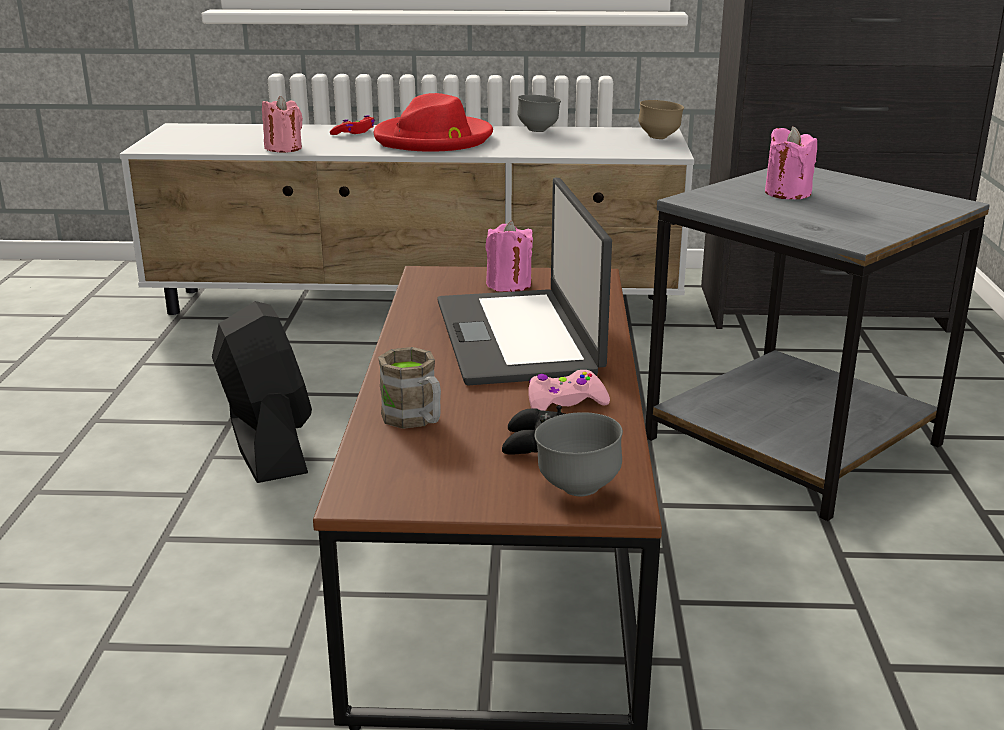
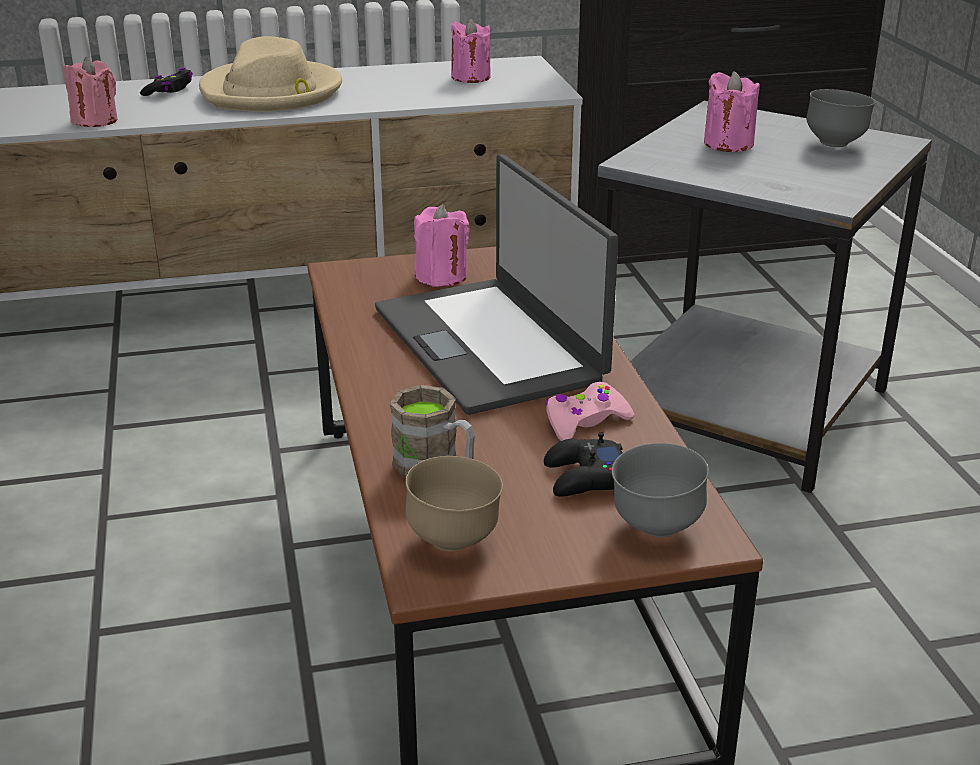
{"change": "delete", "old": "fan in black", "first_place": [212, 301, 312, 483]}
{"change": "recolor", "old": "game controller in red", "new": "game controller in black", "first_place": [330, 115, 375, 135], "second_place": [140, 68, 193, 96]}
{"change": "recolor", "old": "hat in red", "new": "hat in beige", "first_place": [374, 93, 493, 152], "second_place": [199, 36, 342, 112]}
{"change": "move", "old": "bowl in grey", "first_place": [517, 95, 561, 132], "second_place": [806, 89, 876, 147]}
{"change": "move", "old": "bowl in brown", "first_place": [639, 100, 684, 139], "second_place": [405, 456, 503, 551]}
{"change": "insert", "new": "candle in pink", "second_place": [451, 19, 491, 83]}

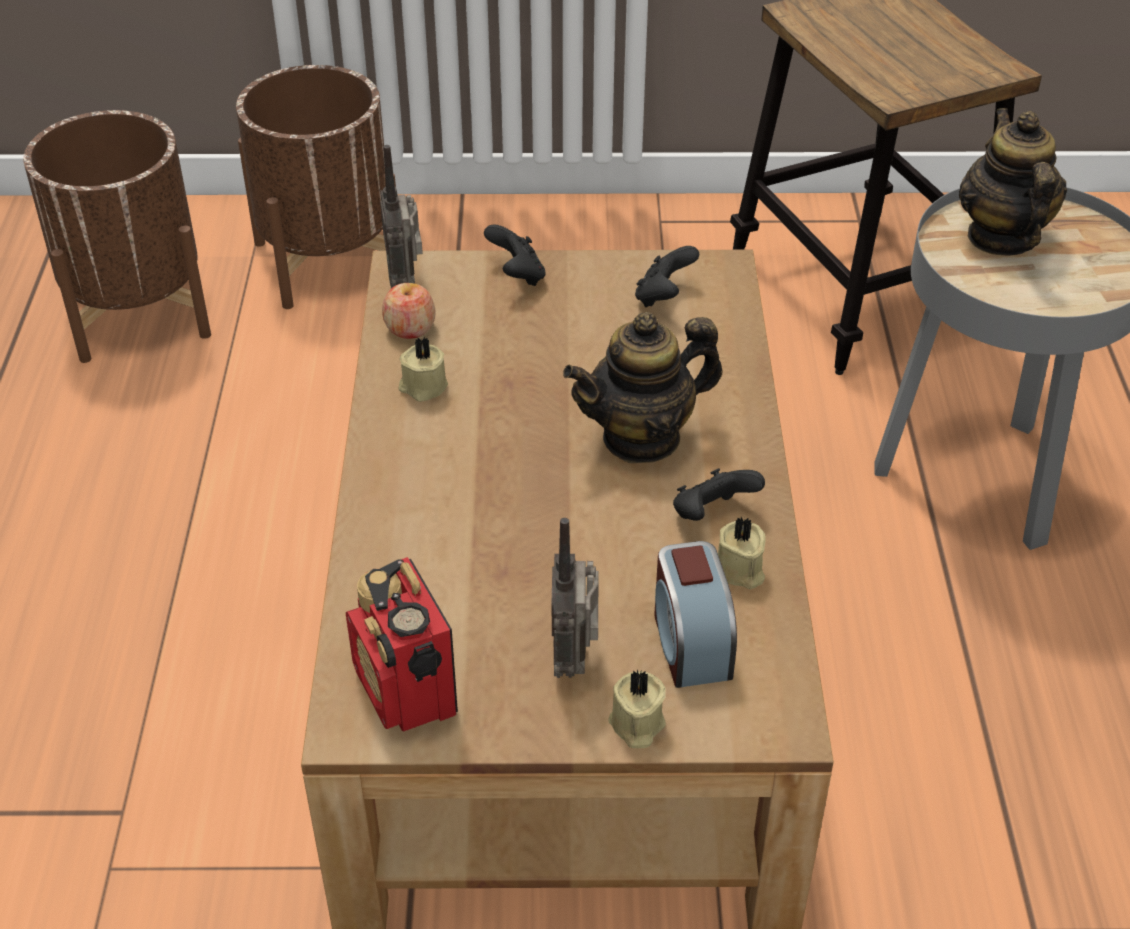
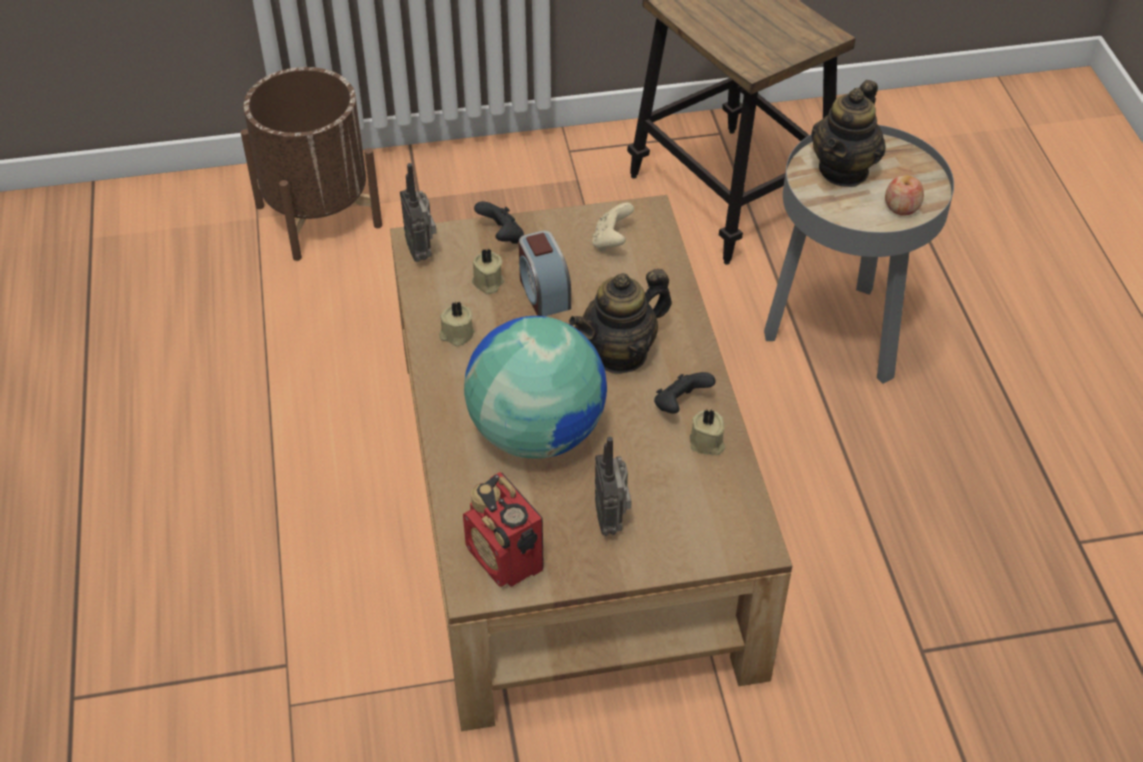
{"change": "delete", "old": "planter in brown", "first_place": [23, 110, 211, 363]}
{"change": "move", "old": "apple", "first_place": [382, 283, 436, 339], "second_place": [885, 175, 924, 216]}
{"change": "move", "old": "candle in beige", "first_place": [608, 669, 666, 748], "second_place": [472, 249, 504, 294]}
{"change": "recolor", "old": "game controller in black", "new": "game controller in beige", "first_place": [635, 246, 699, 307], "second_place": [592, 203, 634, 251]}
{"change": "move", "old": "alarm clock", "first_place": [654, 541, 737, 688], "second_place": [519, 230, 571, 316]}
{"change": "rotate", "old": "teapot", "first_place": [959, 108, 1067, 256], "second_place": [811, 80, 886, 187], "degrees": -135}
{"change": "insert", "new": "globe", "second_place": [464, 316, 607, 459]}

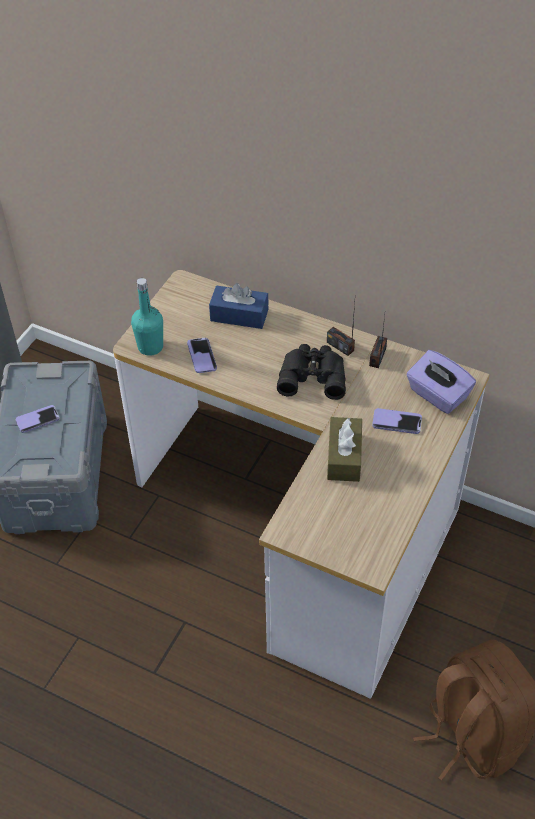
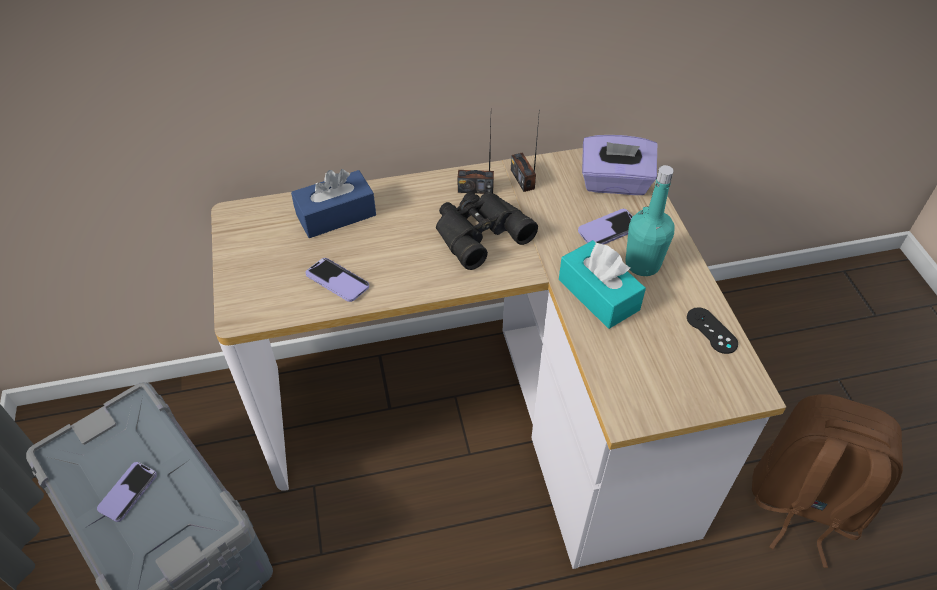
{"change": "move", "old": "bottle in turquoise", "first_place": [131, 278, 163, 356], "second_place": [625, 165, 675, 276]}
{"change": "recolor", "old": "tissue box in brown", "new": "tissue box in turquoise", "first_place": [327, 417, 362, 482], "second_place": [559, 240, 646, 329]}
{"change": "insert", "new": "game controller in black", "second_place": [687, 307, 738, 354]}

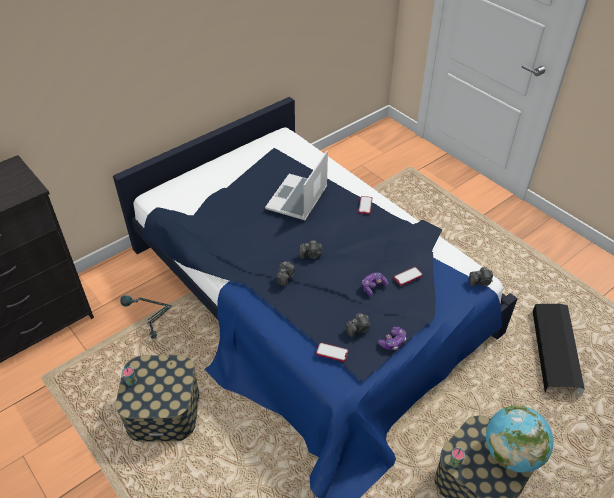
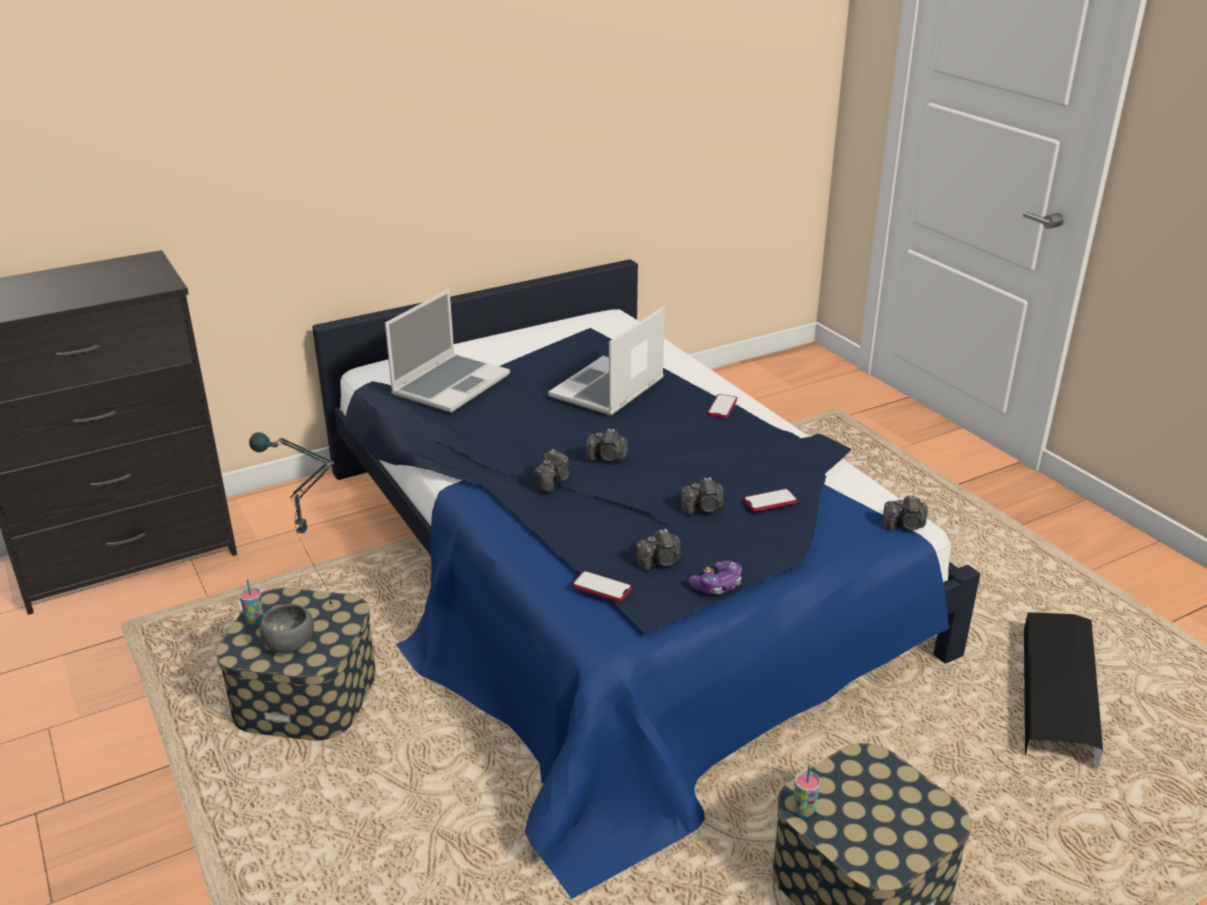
{"change": "replace", "old": "game controller", "new": "photo camera", "first_place": [362, 272, 388, 296], "second_place": [681, 477, 724, 515]}
{"change": "delete", "old": "globe", "first_place": [486, 405, 554, 473]}
{"change": "insert", "new": "bowl in grey", "second_place": [260, 604, 314, 653]}
{"change": "insert", "new": "laptop", "second_place": [385, 289, 510, 413]}

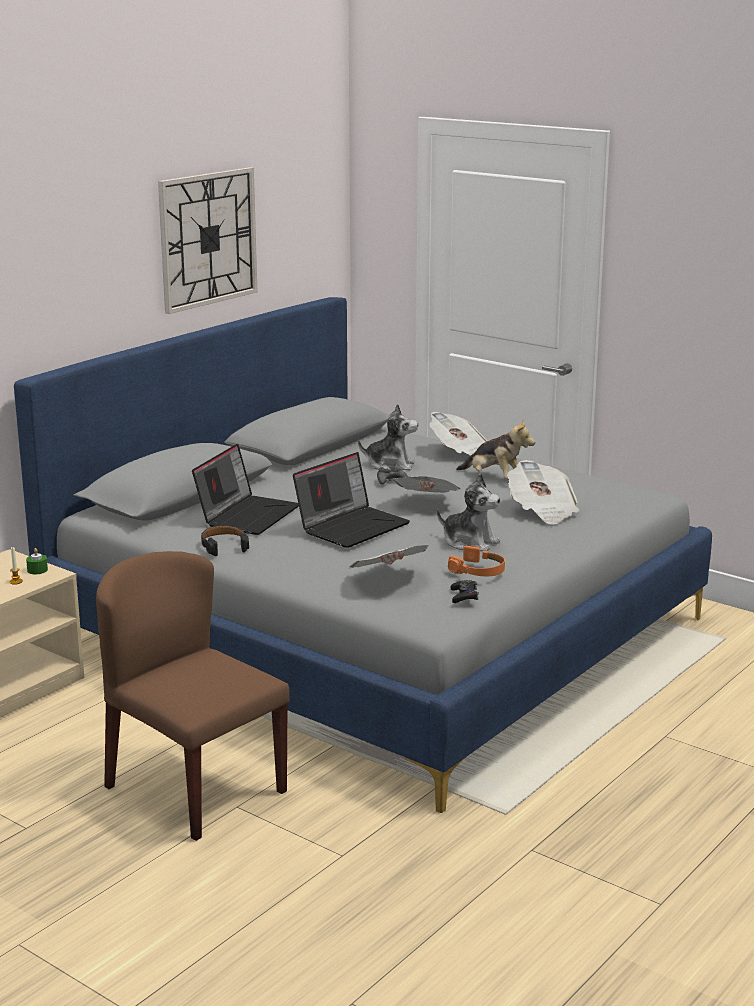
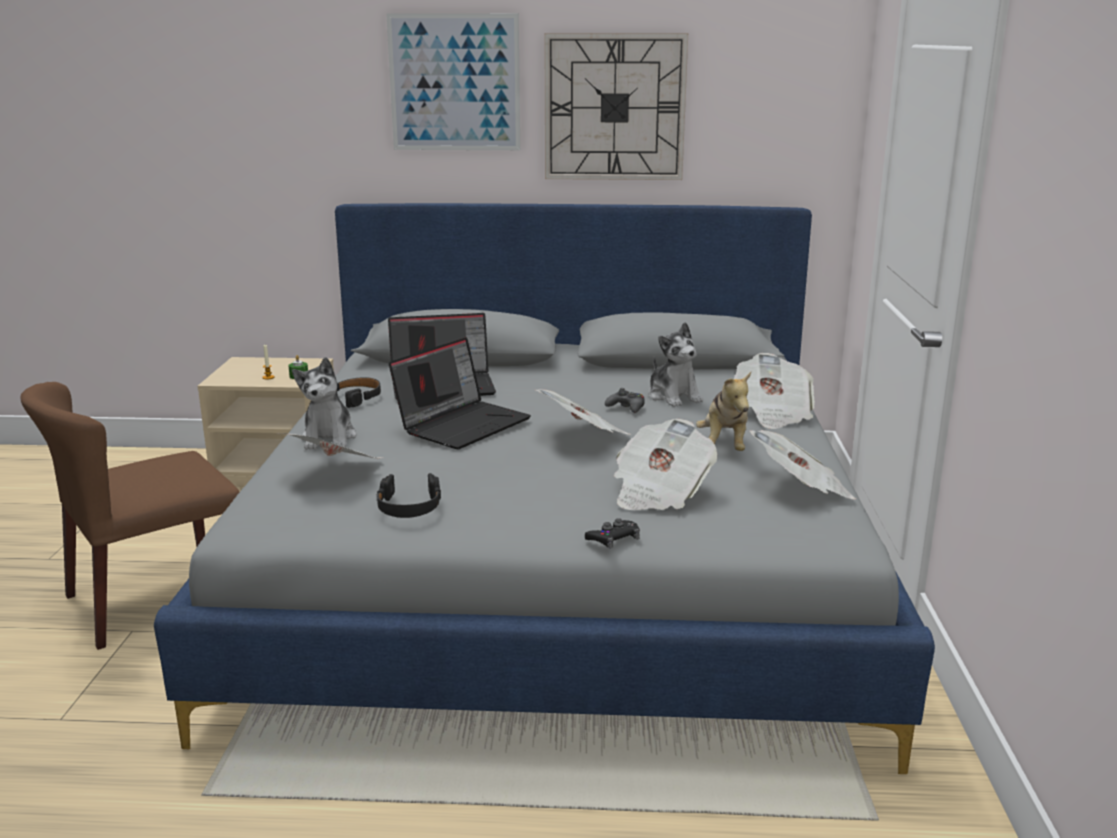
{"change": "rotate", "old": "chair in brown", "first_place": [96, 551, 290, 841], "second_place": [21, 382, 239, 650], "degrees": -135}
{"change": "rotate", "old": "laptop", "first_place": [293, 452, 410, 548], "second_place": [389, 337, 531, 449], "degrees": -60}
{"change": "move", "old": "plush toy", "first_place": [437, 473, 500, 551], "second_place": [292, 357, 357, 450]}
{"change": "recolor", "old": "headphones in orange", "new": "headphones in black", "first_place": [448, 545, 505, 576], "second_place": [376, 473, 441, 518]}
{"change": "move", "old": "game controller in black", "first_place": [451, 580, 479, 603], "second_place": [585, 518, 640, 549]}
{"change": "insert", "new": "picture", "second_place": [386, 13, 520, 150]}
{"change": "insert", "new": "newspaper", "second_place": [750, 430, 856, 500]}

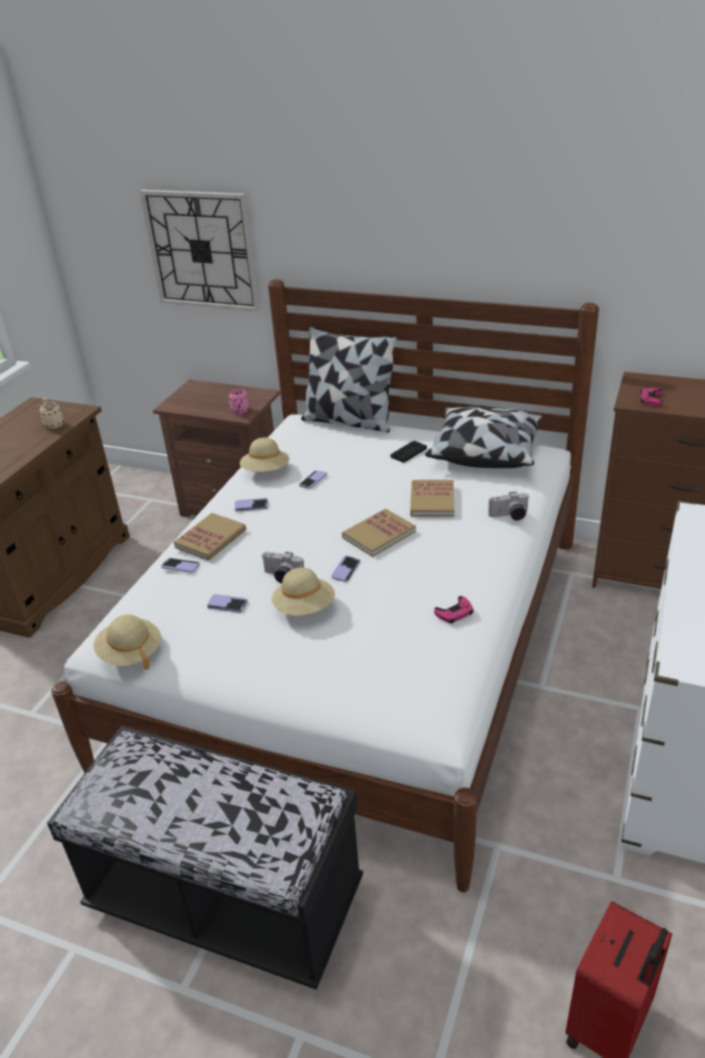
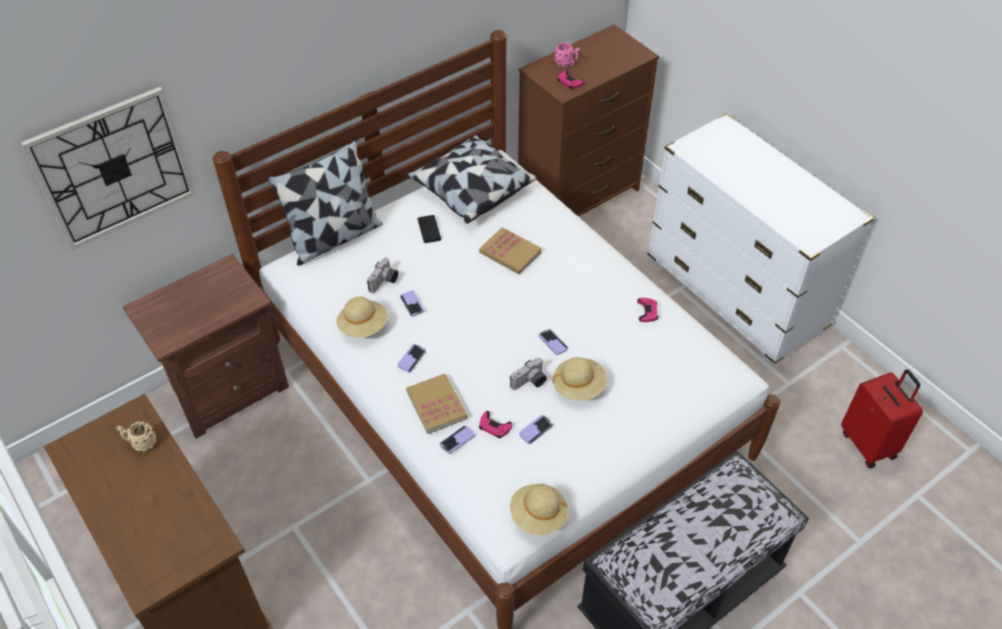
{"change": "move", "old": "mug in pink", "first_place": [228, 389, 249, 415], "second_place": [555, 42, 580, 67]}
{"change": "delete", "old": "book", "first_place": [342, 508, 416, 557]}
{"change": "move", "old": "photo camera", "first_place": [488, 492, 530, 521], "second_place": [367, 258, 398, 293]}
{"change": "insert", "new": "game controller in pink", "second_place": [479, 411, 512, 438]}

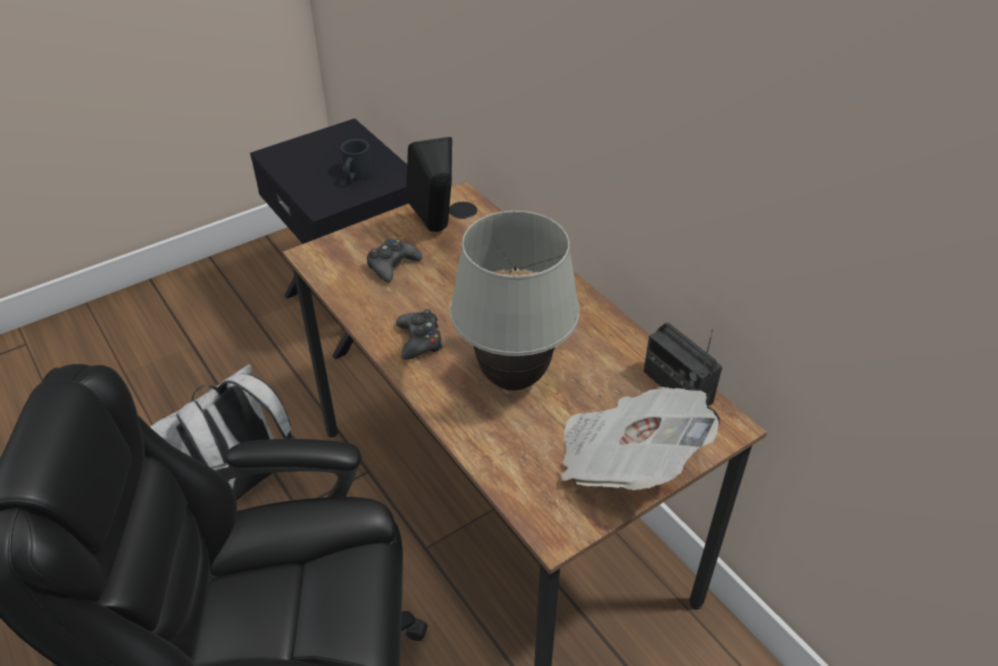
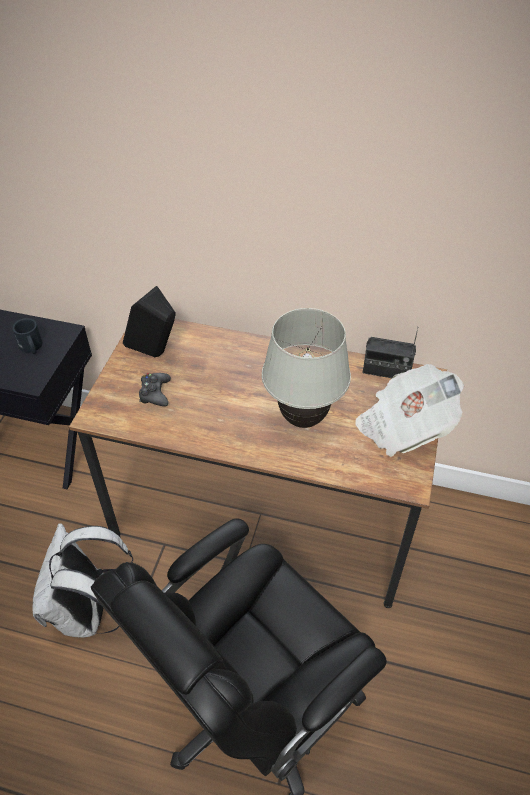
{"change": "delete", "old": "game controller in black", "first_place": [396, 309, 443, 360]}

